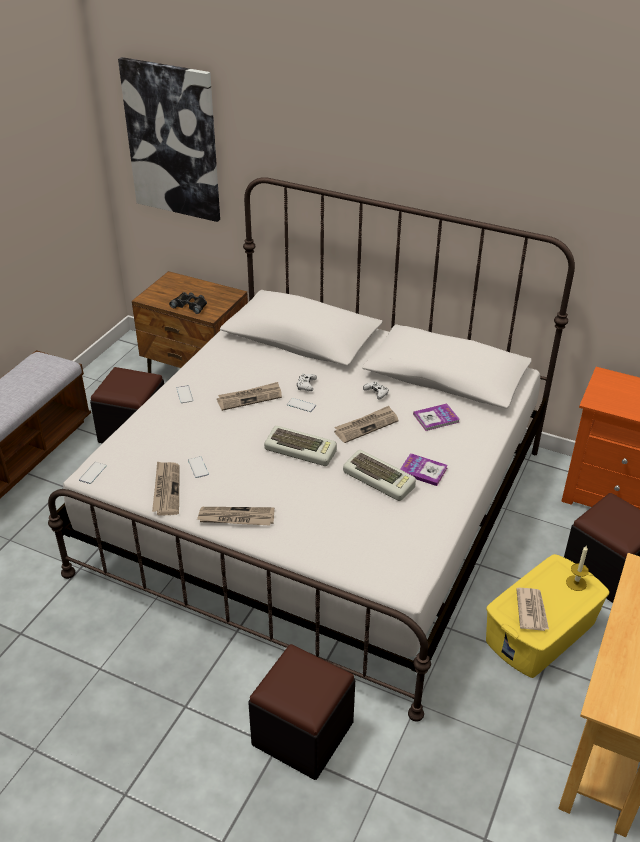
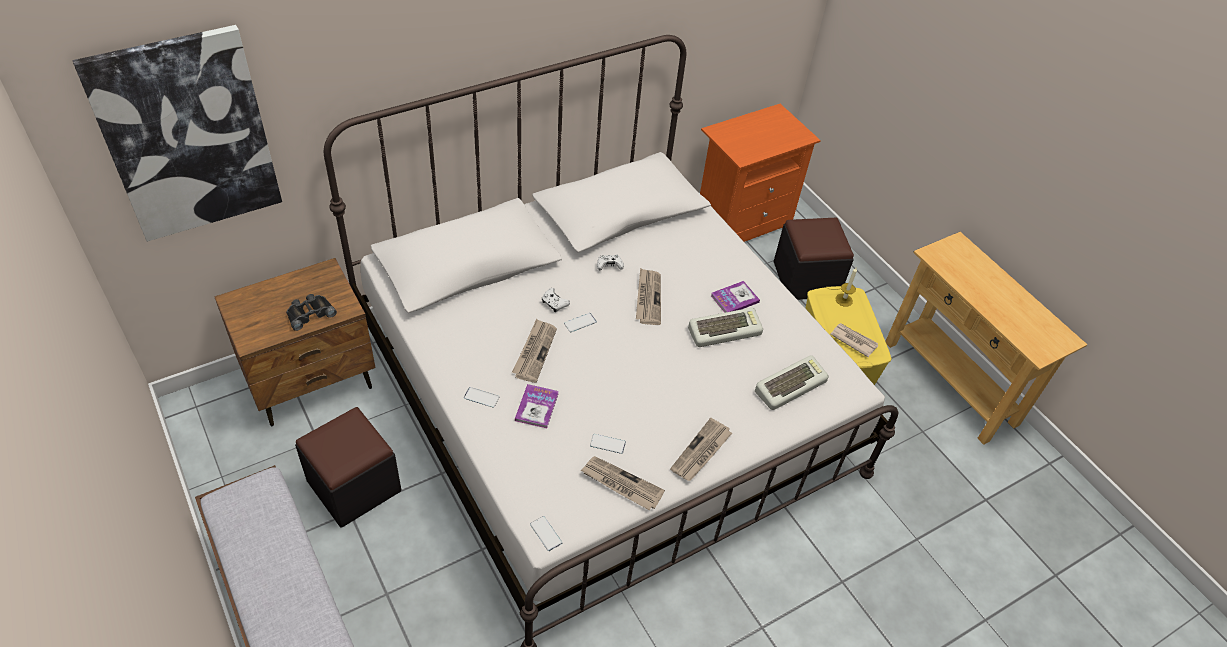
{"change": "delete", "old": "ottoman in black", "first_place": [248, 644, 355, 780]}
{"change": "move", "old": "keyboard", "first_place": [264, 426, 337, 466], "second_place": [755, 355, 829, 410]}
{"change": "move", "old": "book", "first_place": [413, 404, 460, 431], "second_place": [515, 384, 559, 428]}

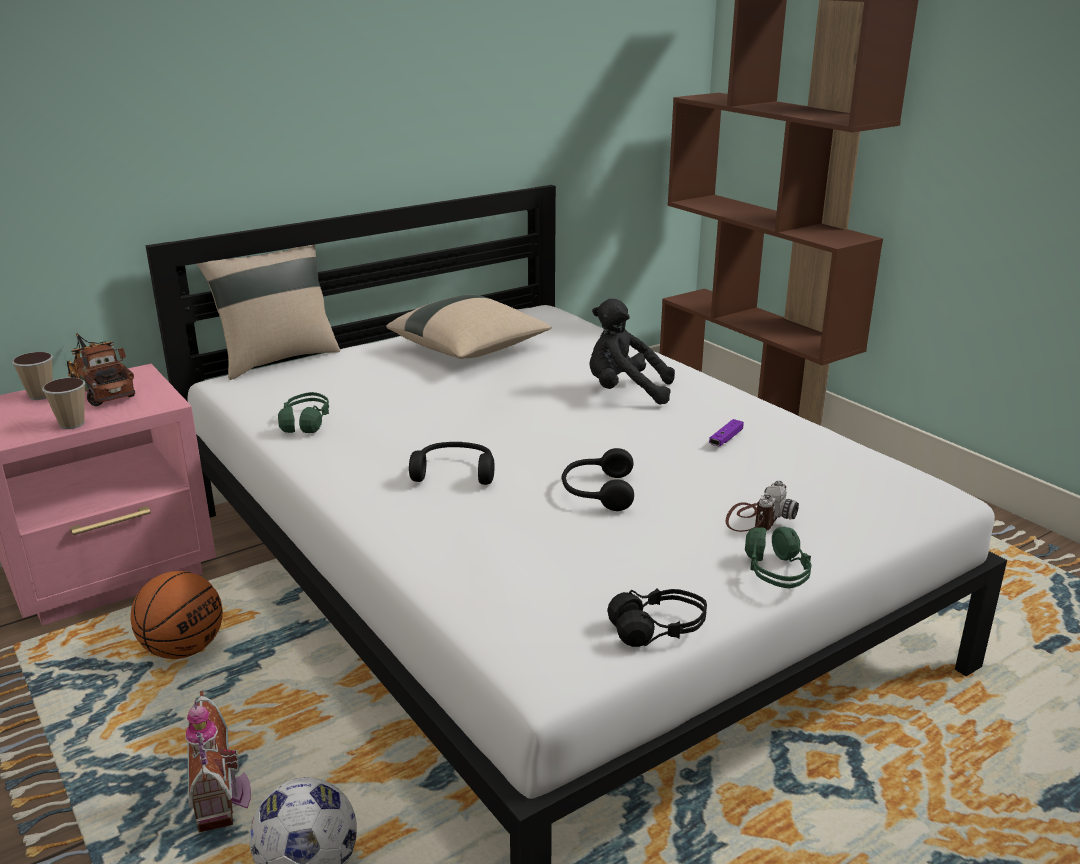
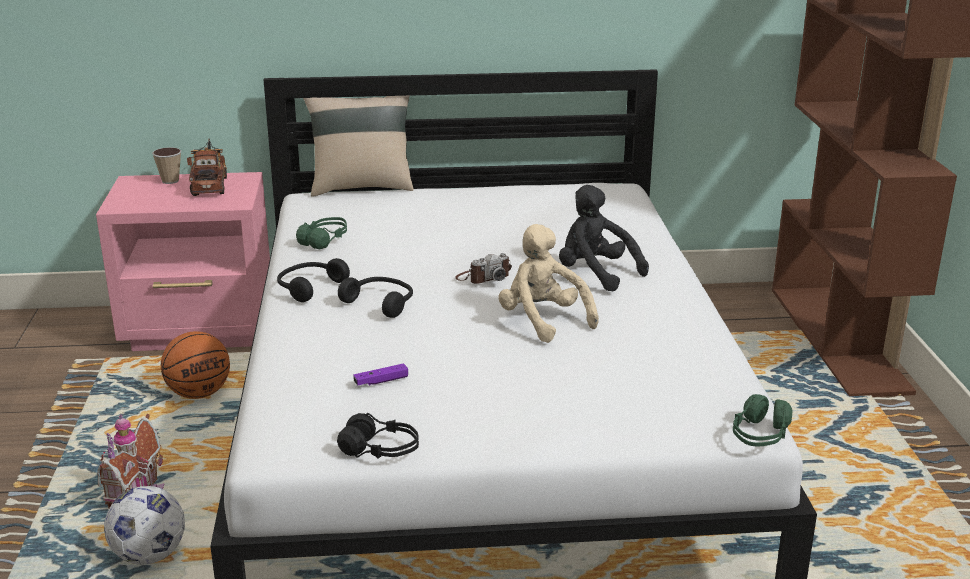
{"change": "delete", "old": "cup", "first_place": [42, 378, 85, 429]}
{"change": "delete", "old": "pillow in beige", "first_place": [386, 295, 551, 359]}
{"change": "move", "old": "headphones in black", "first_place": [562, 448, 634, 511], "second_place": [277, 258, 350, 302]}
{"change": "move", "old": "game controller in purple", "first_place": [709, 419, 744, 446], "second_place": [353, 363, 408, 386]}
{"change": "move", "old": "photo camera", "first_place": [725, 480, 799, 532], "second_place": [455, 253, 512, 284]}
{"change": "move", "old": "headphones in green", "first_place": [745, 527, 812, 588], "second_place": [733, 394, 792, 446]}
{"change": "insert", "new": "plush toy in beige", "second_place": [498, 224, 599, 343]}

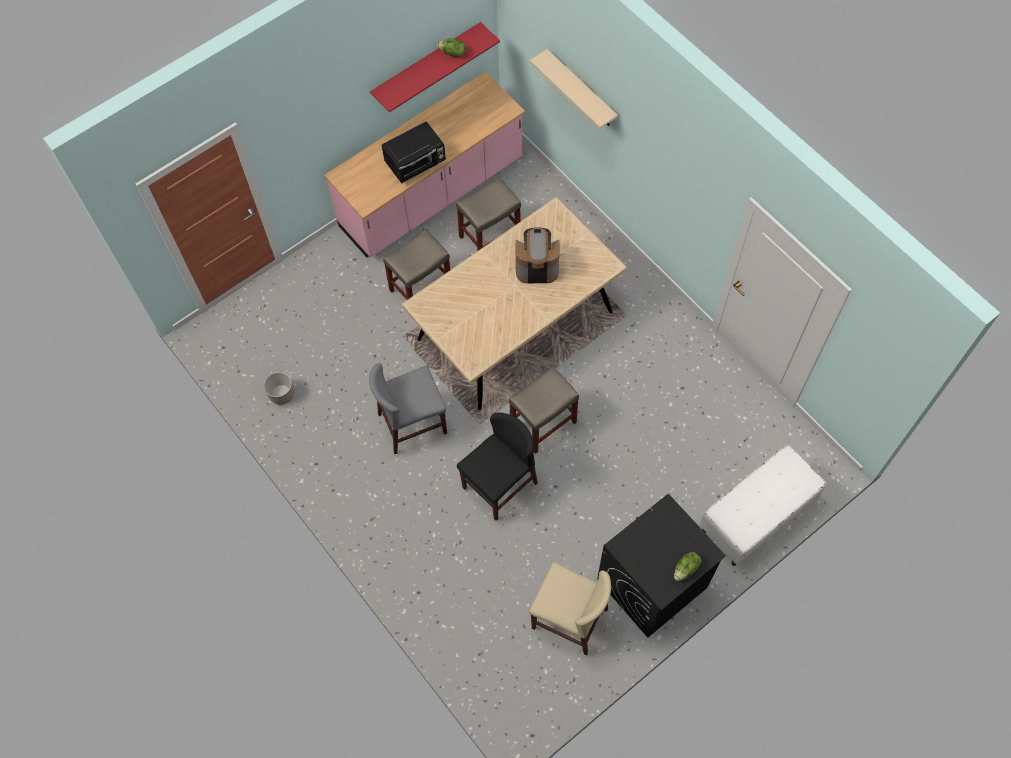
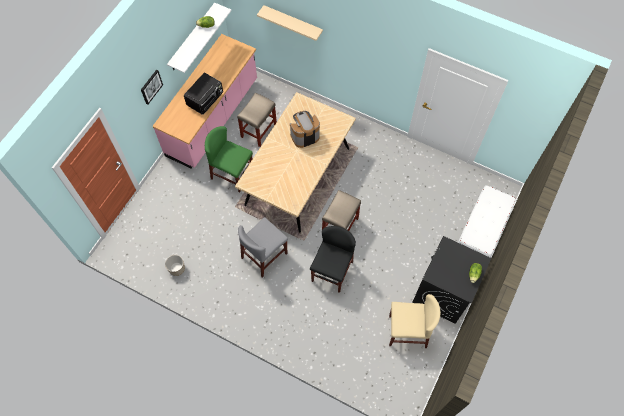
{"change": "recolor", "old": "shelf in red", "new": "shelf in white", "first_place": [370, 22, 500, 112], "second_place": [167, 3, 232, 73]}
{"change": "replace", "old": "stool in beige", "new": "chair in green", "first_place": [383, 229, 450, 300], "second_place": [205, 126, 253, 192]}
{"change": "insert", "new": "picture", "second_place": [141, 70, 163, 105]}

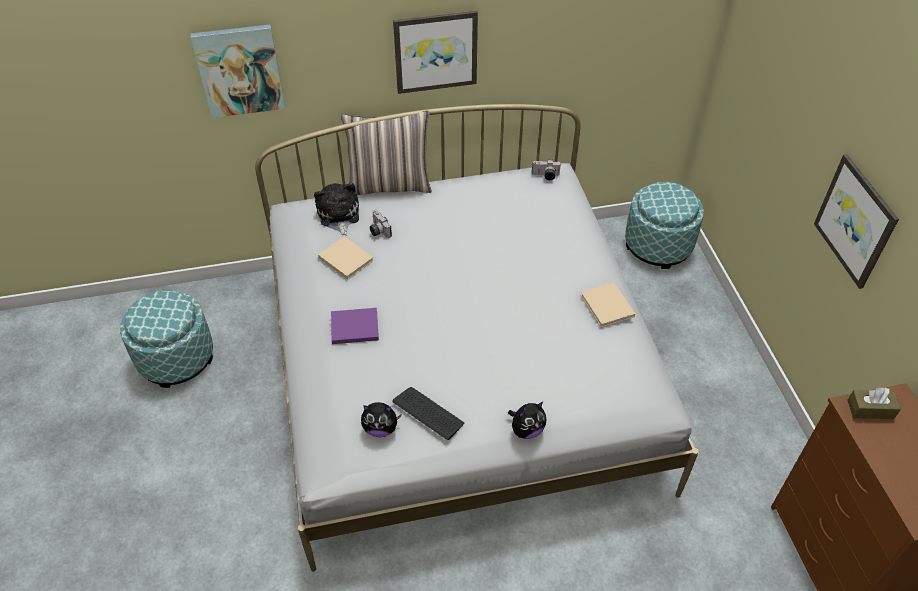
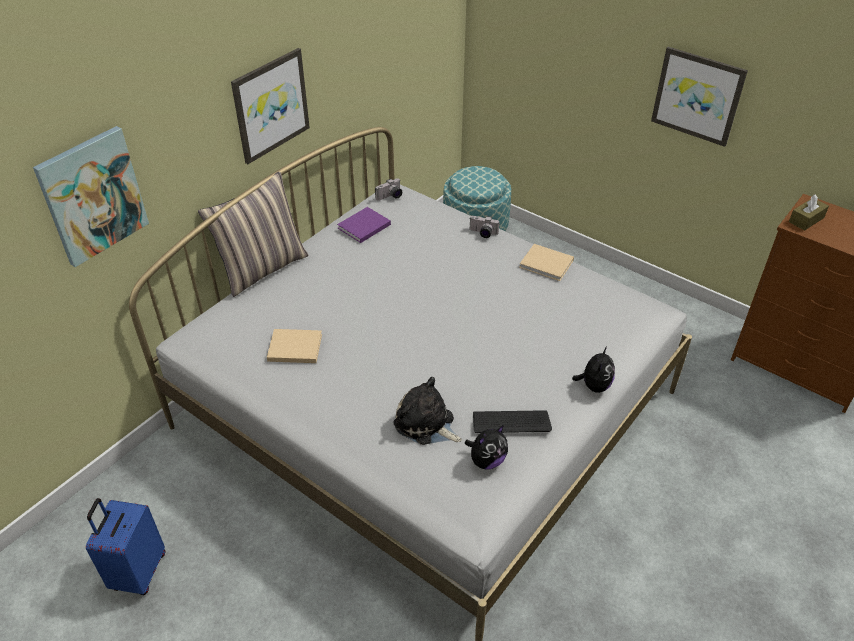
{"change": "replace", "old": "ottoman", "new": "suitcase in blue", "first_place": [120, 291, 213, 388], "second_place": [86, 498, 165, 595]}
{"change": "move", "old": "plush toy", "first_place": [314, 183, 359, 236], "second_place": [394, 377, 462, 445]}
{"change": "move", "old": "book in purple", "first_place": [331, 308, 379, 344], "second_place": [337, 207, 391, 243]}
{"change": "move", "old": "photo camera", "first_place": [370, 210, 392, 238], "second_place": [469, 216, 499, 238]}

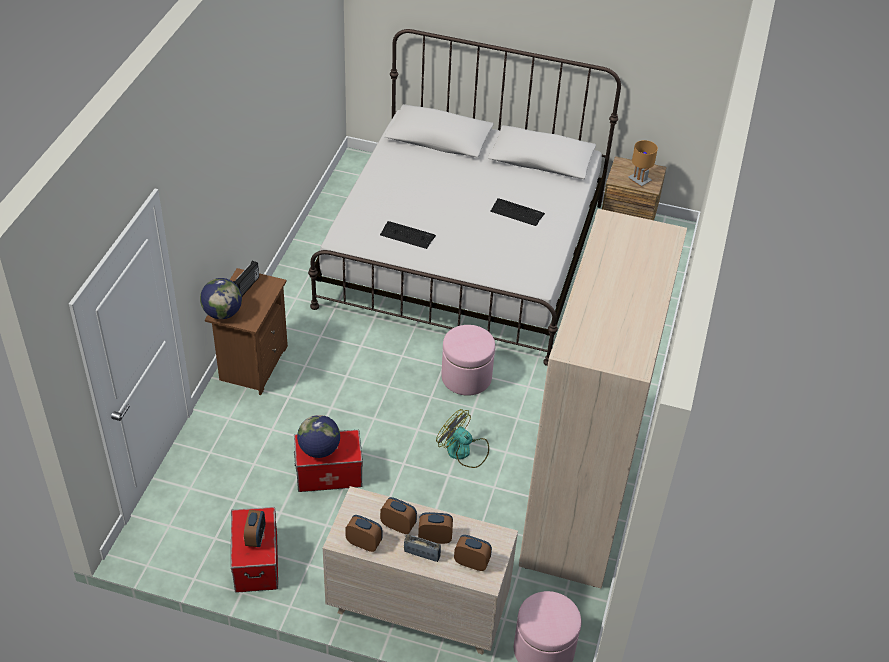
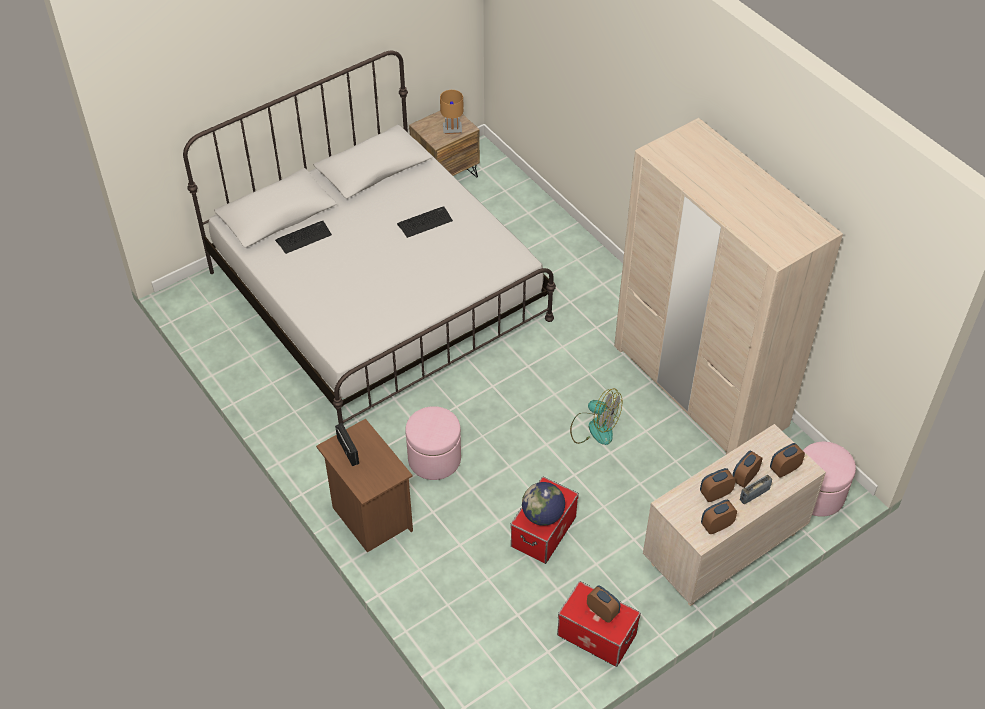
{"change": "delete", "old": "globe", "first_place": [200, 278, 242, 319]}
{"change": "move", "old": "keyboard", "first_place": [380, 221, 436, 249], "second_place": [275, 221, 332, 254]}
{"change": "rotate", "old": "fan", "first_place": [436, 409, 489, 468], "second_place": [570, 389, 622, 445], "degrees": -135}
{"change": "move", "old": "ottoman in pink", "first_place": [441, 325, 495, 396], "second_place": [405, 406, 461, 480]}

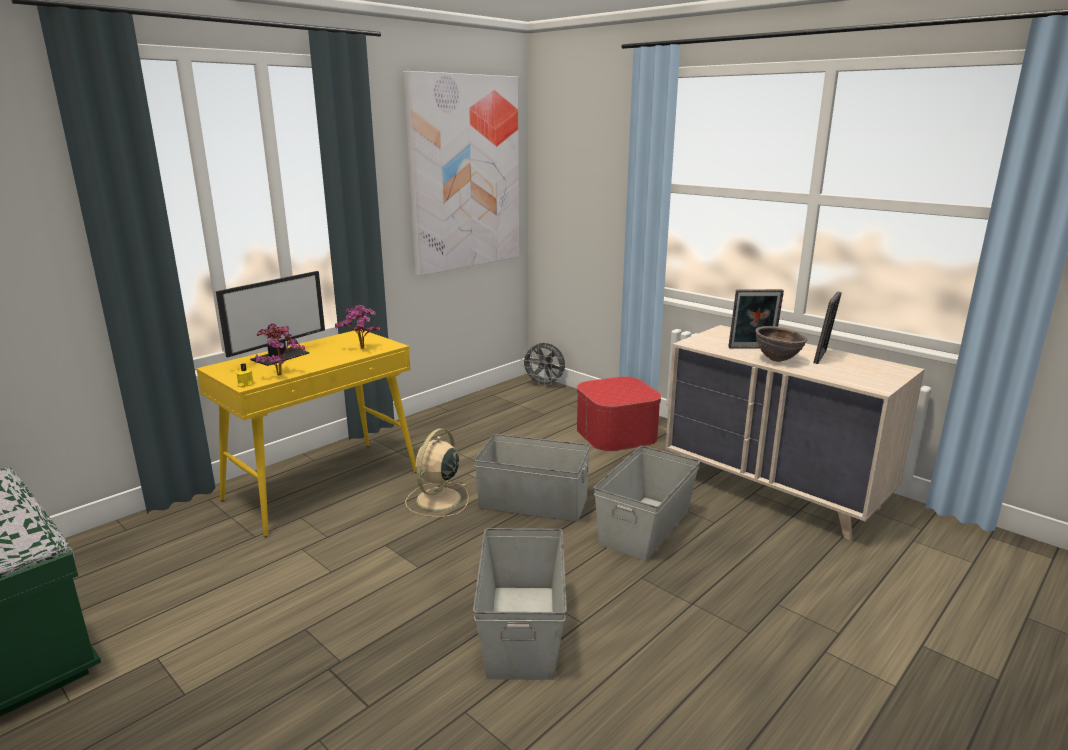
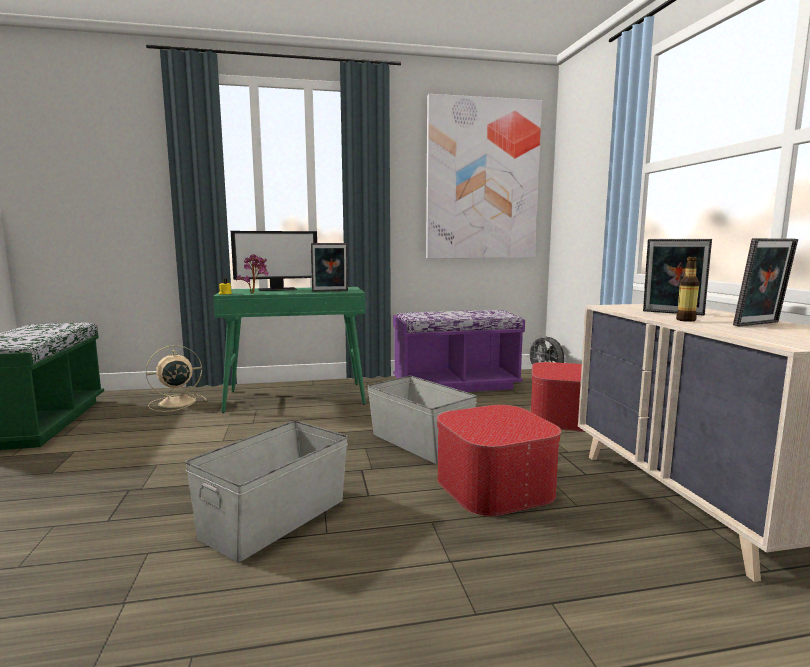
{"change": "recolor", "old": "console table in yellow", "new": "console table in green", "first_place": [196, 329, 417, 537], "second_place": [213, 287, 366, 413]}
{"change": "replace", "old": "potted plant", "new": "picture frame", "first_place": [335, 305, 380, 349], "second_place": [311, 243, 348, 292]}
{"change": "move", "old": "fan in beige", "first_place": [405, 428, 469, 517], "second_place": [146, 345, 207, 412]}
{"change": "replace", "old": "storage box in grey", "new": "ottoman", "first_place": [594, 446, 700, 561], "second_place": [437, 405, 561, 516]}
{"change": "replace", "old": "bowl in brown", "new": "bottle", "first_place": [755, 326, 807, 362], "second_place": [676, 257, 700, 322]}
{"change": "insert", "new": "bench in purple", "second_place": [393, 310, 525, 392]}

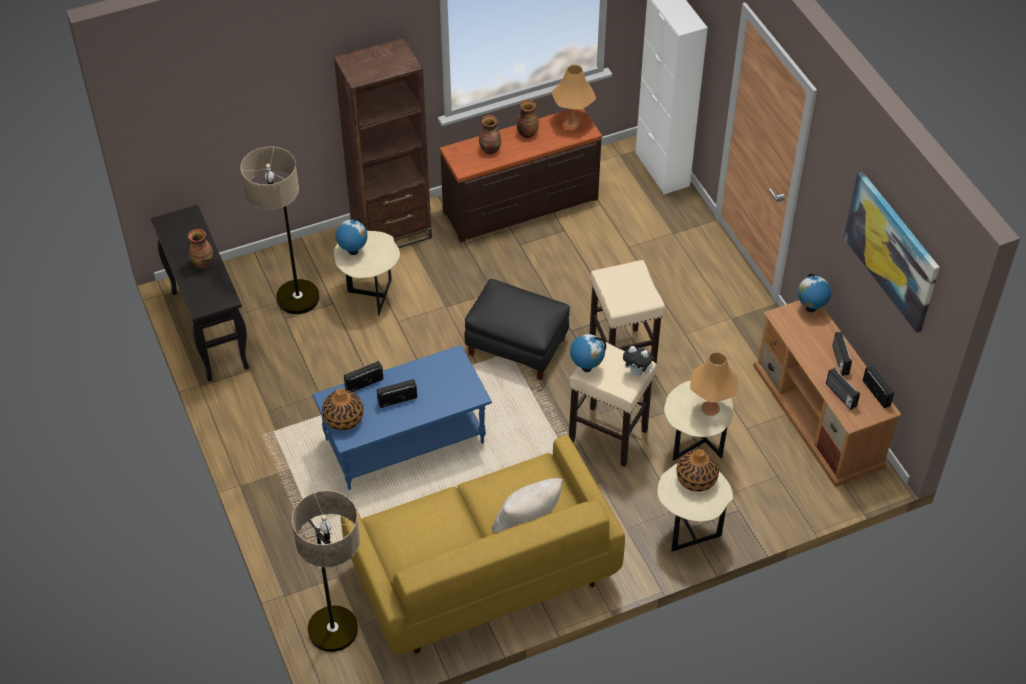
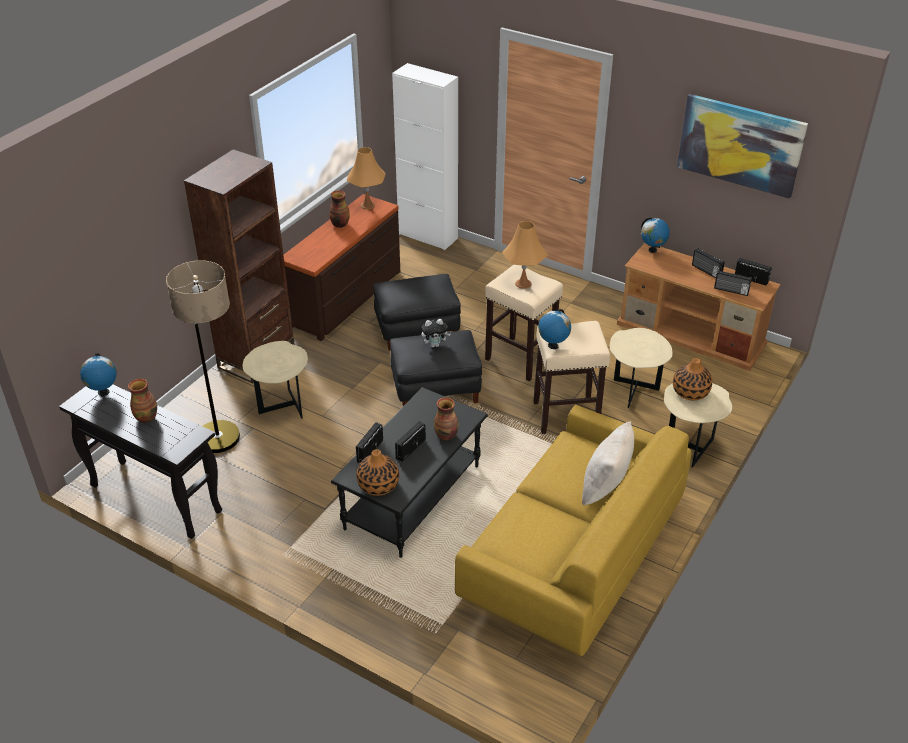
{"change": "delete", "old": "floor lamp", "first_place": [292, 490, 360, 652]}
{"change": "recolor", "old": "coffee table in blue", "new": "coffee table in black", "first_place": [312, 345, 492, 490], "second_place": [331, 387, 488, 558]}
{"change": "move", "old": "globe", "first_place": [336, 218, 368, 255], "second_place": [80, 353, 117, 396]}
{"change": "move", "old": "vase", "first_place": [479, 115, 501, 154], "second_place": [434, 397, 459, 441]}
{"change": "move", "old": "plush toy", "first_place": [623, 346, 655, 376], "second_place": [422, 319, 450, 347]}
{"change": "move", "old": "table lamp in orange", "first_place": [690, 352, 738, 416], "second_place": [502, 221, 548, 289]}
{"change": "insert", "new": "ottoman in black", "second_place": [373, 274, 461, 351]}

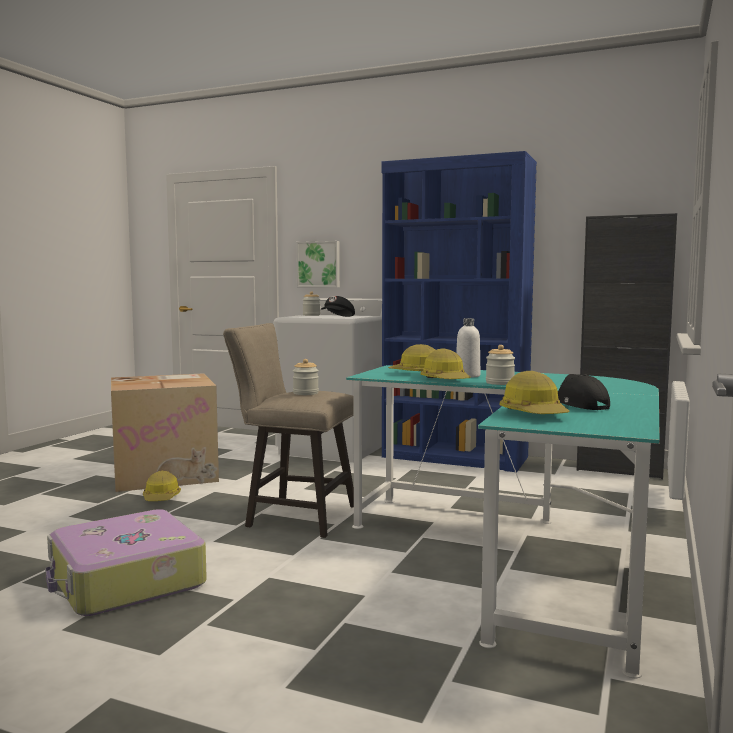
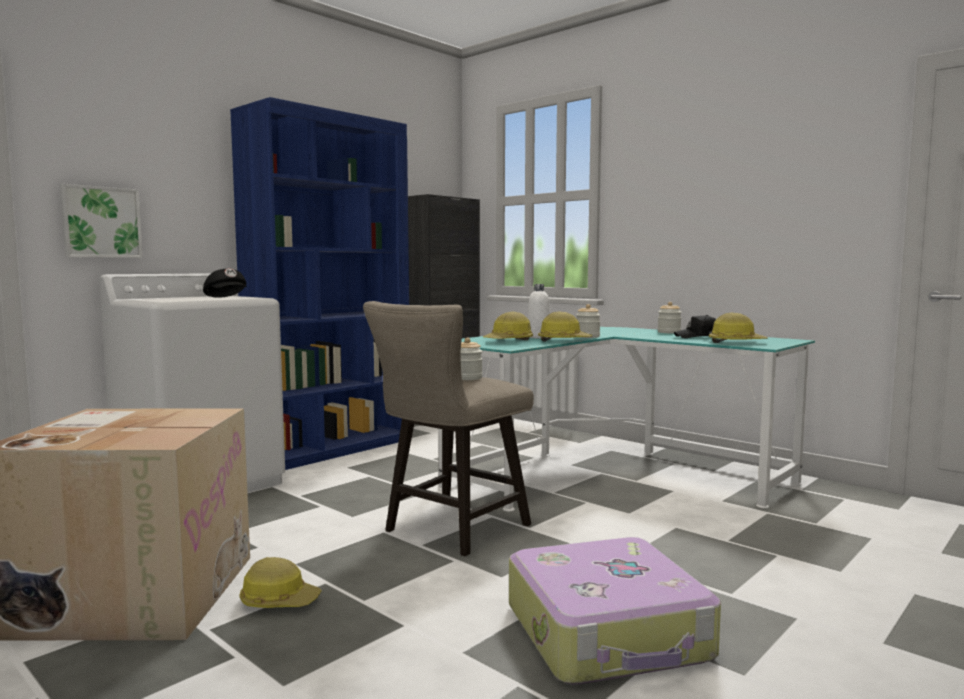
{"change": "move", "old": "jar", "first_place": [303, 291, 320, 316], "second_place": [658, 302, 682, 333]}

